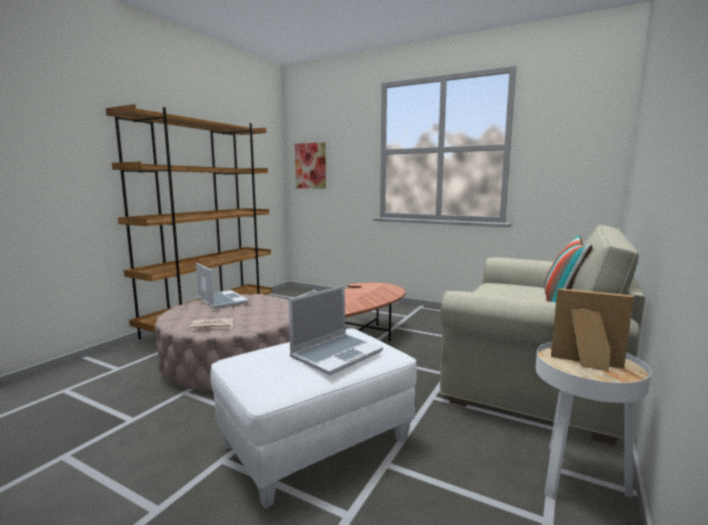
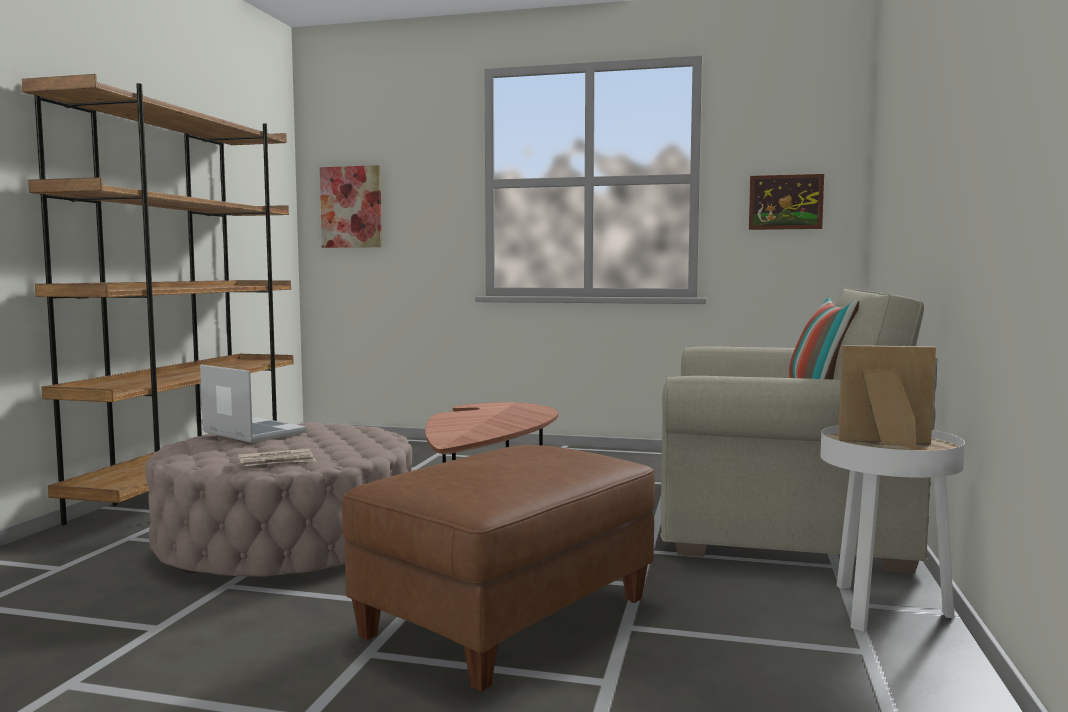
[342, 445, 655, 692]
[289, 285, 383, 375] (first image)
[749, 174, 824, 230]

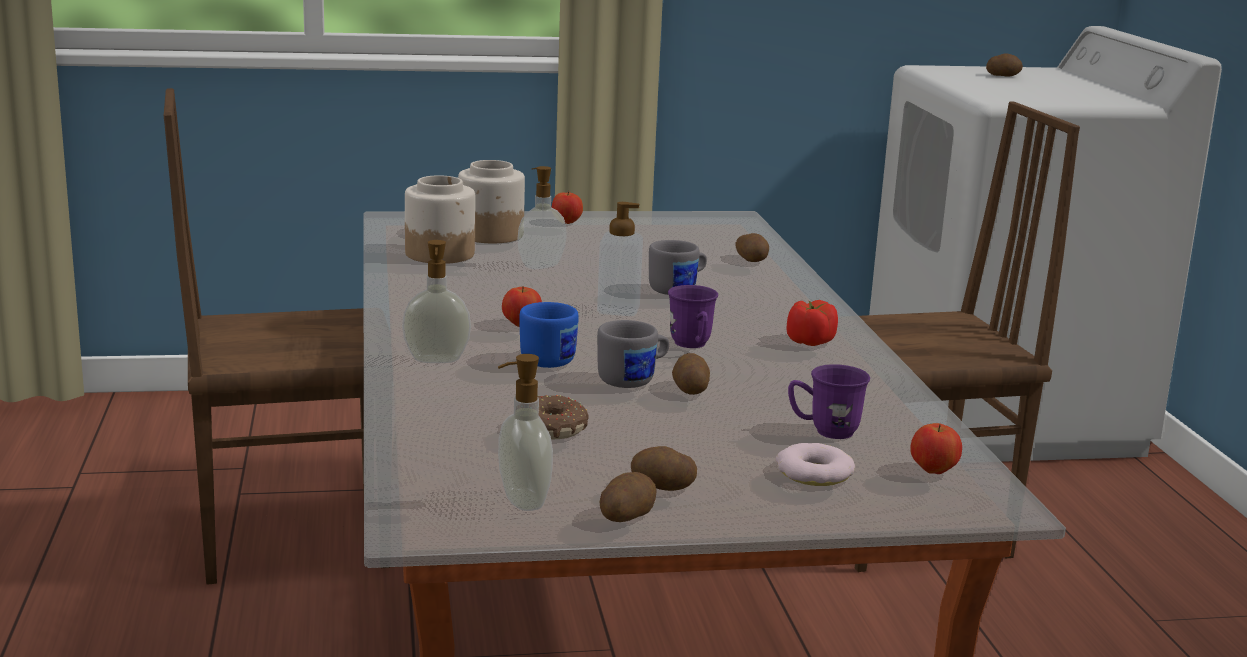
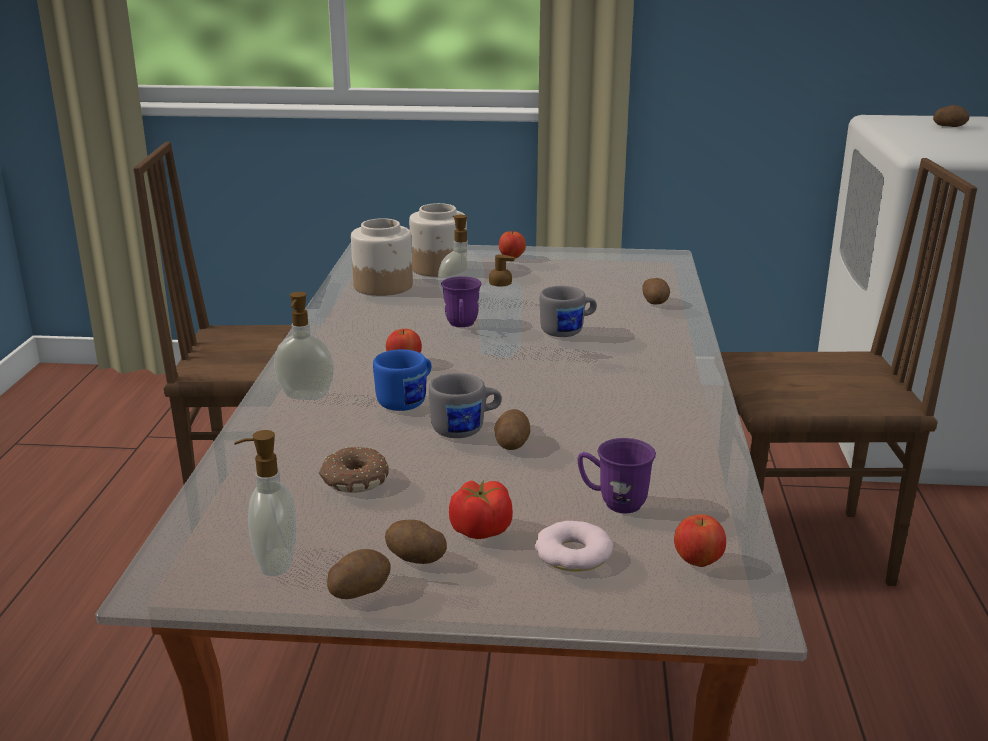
[441, 276, 482, 327]
[449, 480, 513, 539]

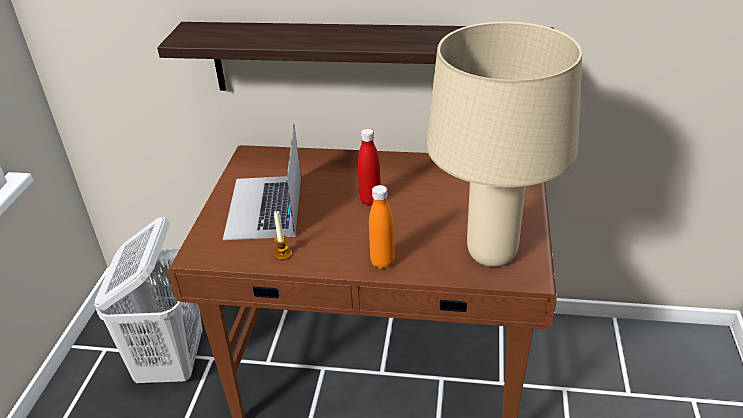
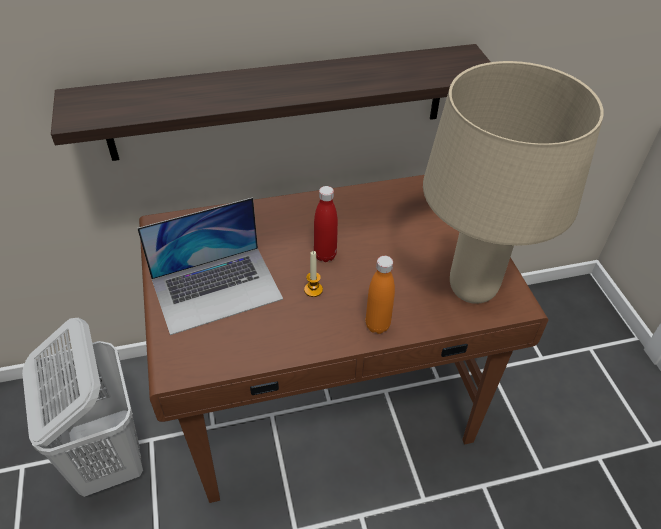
[137, 197, 283, 335]
[304, 251, 323, 297]

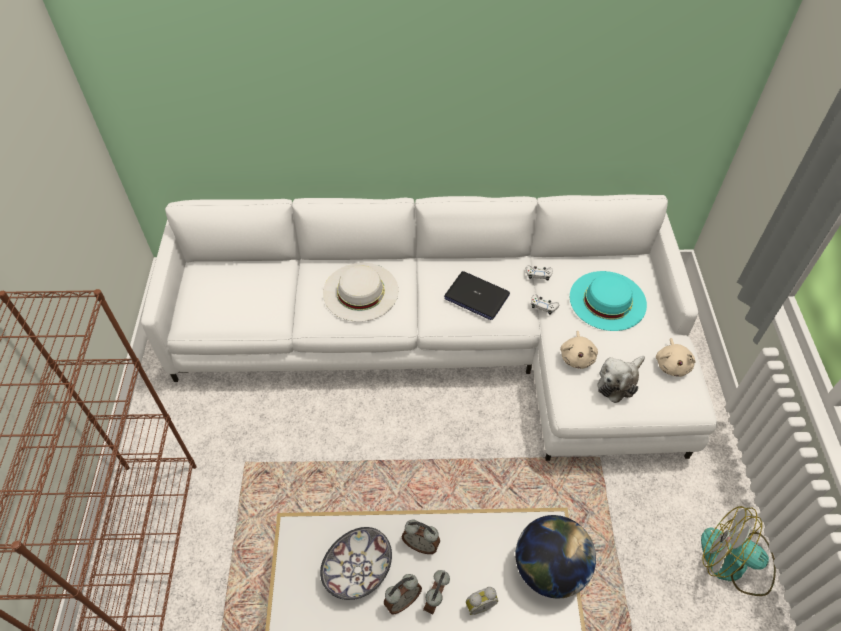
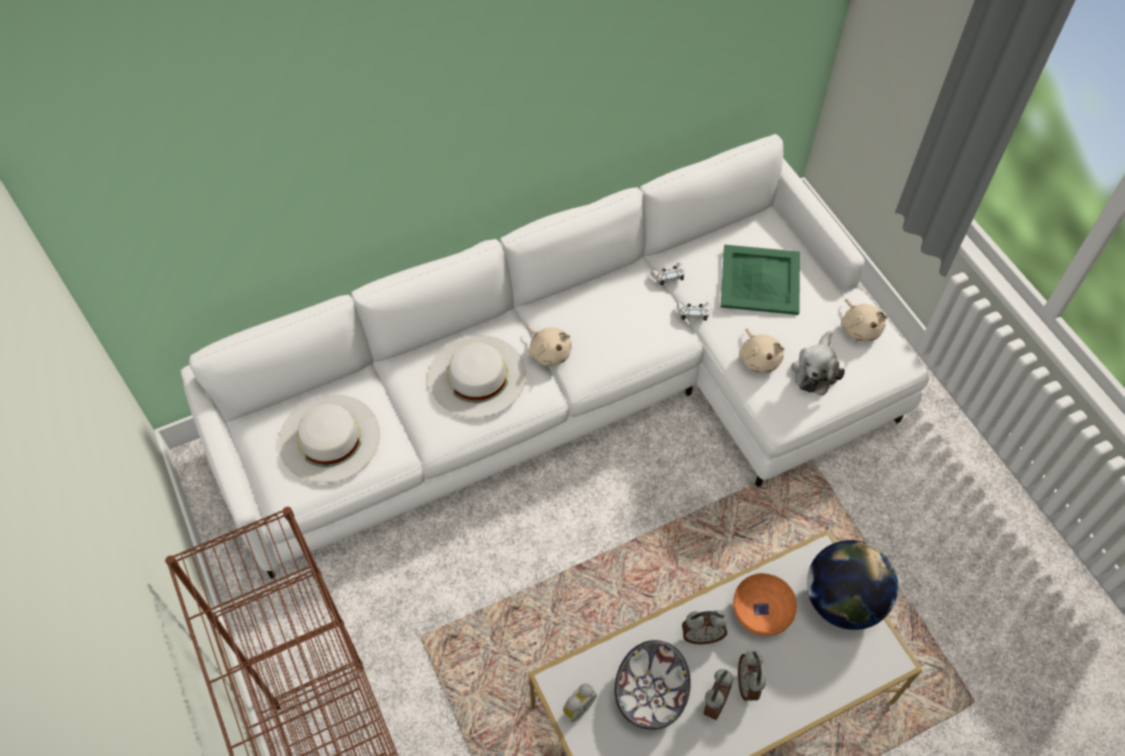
[444, 271, 510, 320] (first image)
[563, 683, 597, 722]
[721, 245, 800, 315]
[701, 506, 776, 596] (first image)
[278, 395, 380, 483]
[527, 326, 572, 367]
[733, 573, 797, 636]

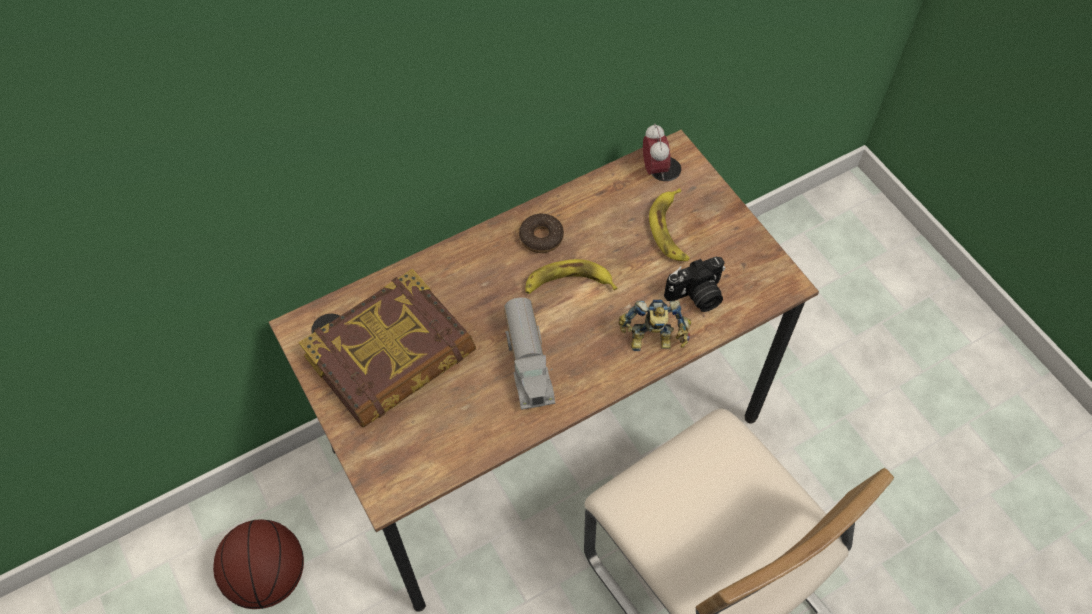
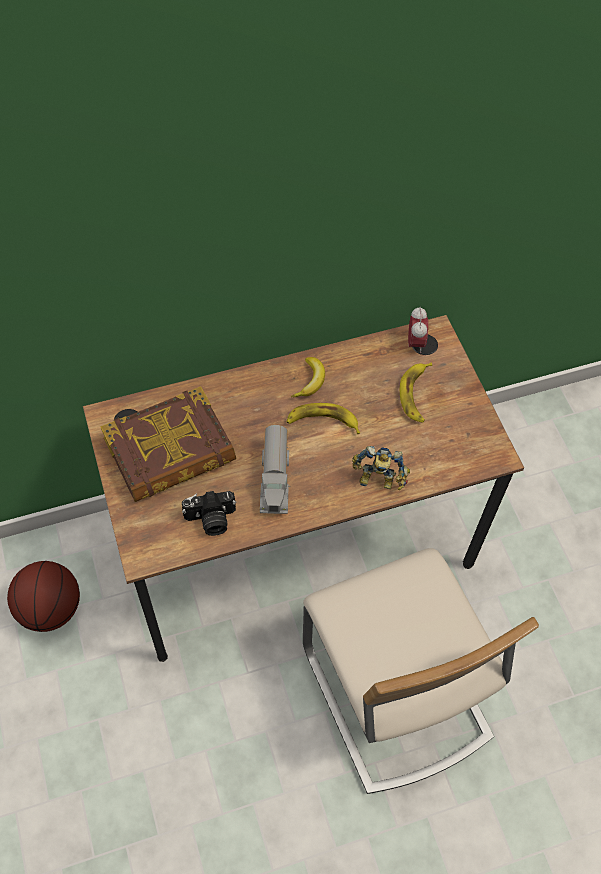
[291, 357, 325, 397]
[182, 491, 236, 536]

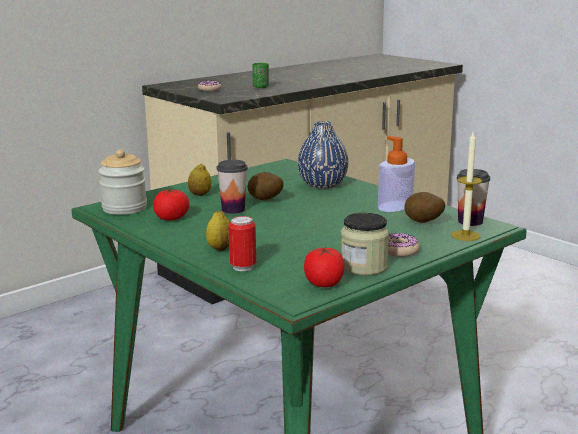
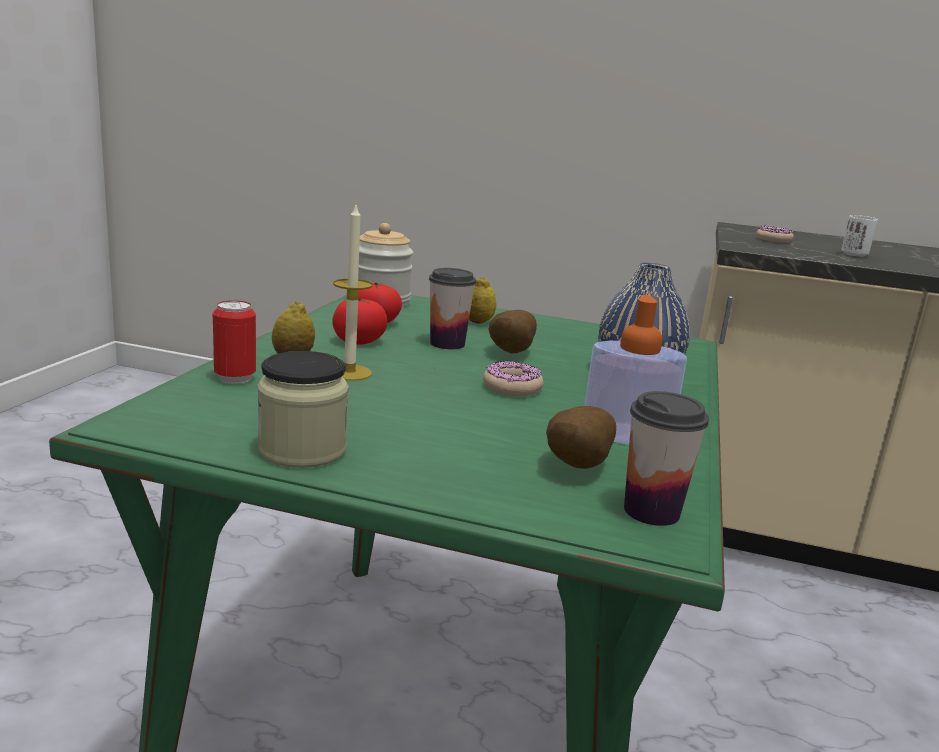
[841, 215, 878, 257]
[332, 298, 387, 345]
[483, 361, 544, 396]
[333, 205, 373, 381]

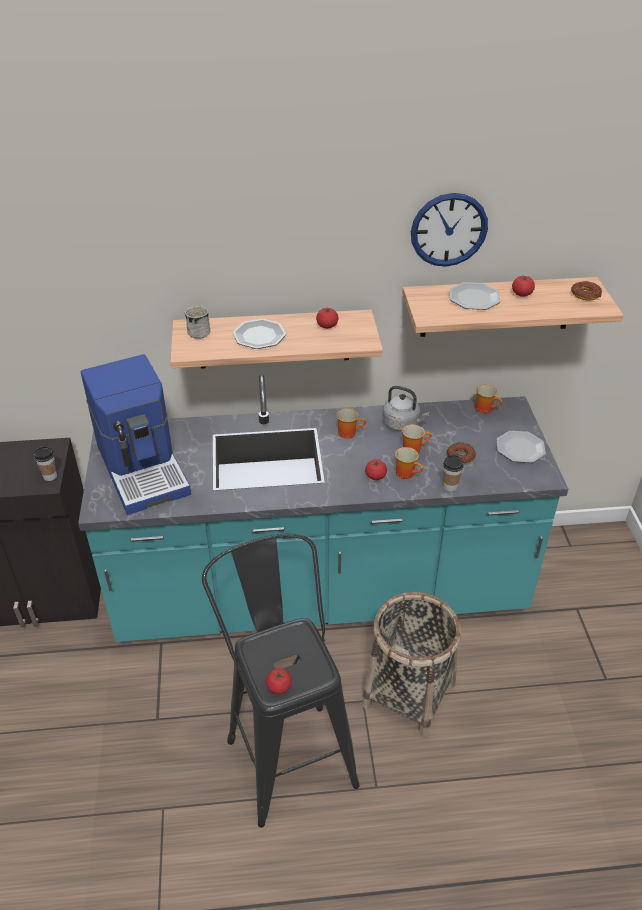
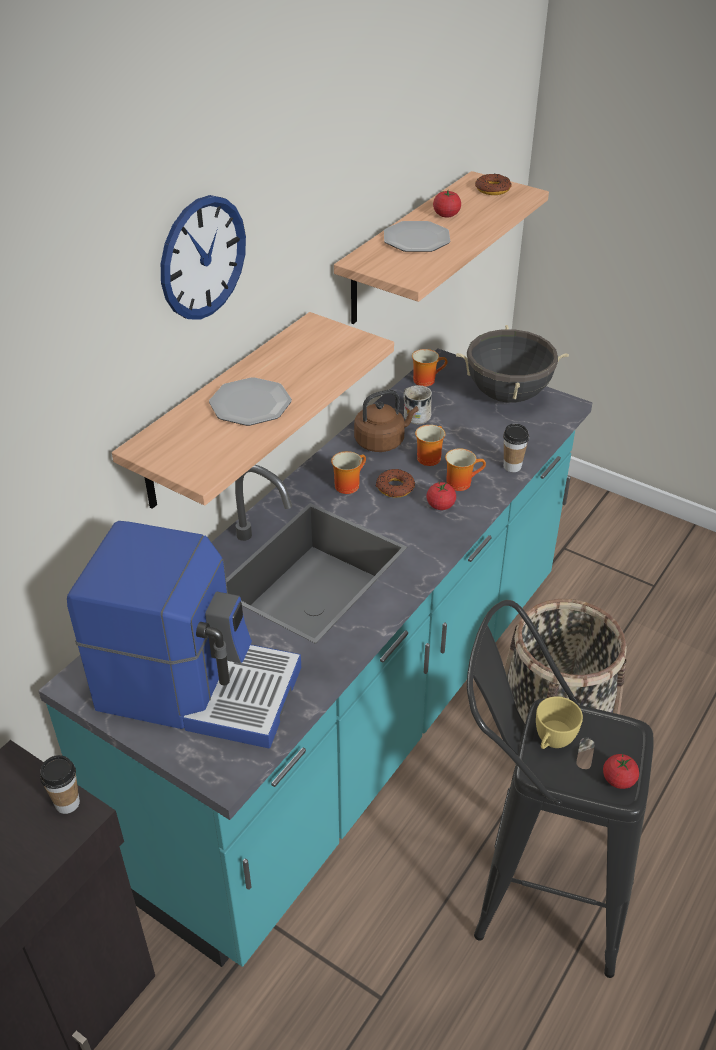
[403, 385, 432, 424]
[316, 308, 339, 329] (first image)
[354, 390, 418, 452]
[161, 195, 246, 320]
[376, 469, 415, 498]
[456, 325, 569, 403]
[536, 696, 583, 749]

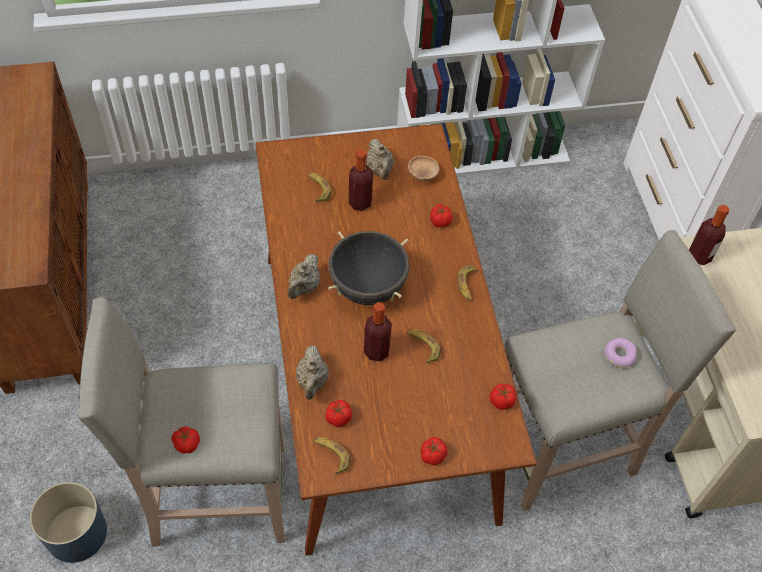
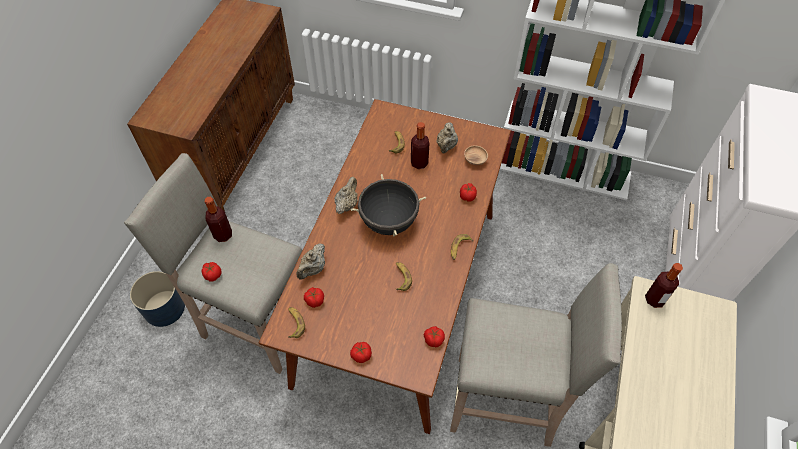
[335, 177, 358, 214]
[205, 197, 232, 242]
[604, 338, 637, 368] (first image)

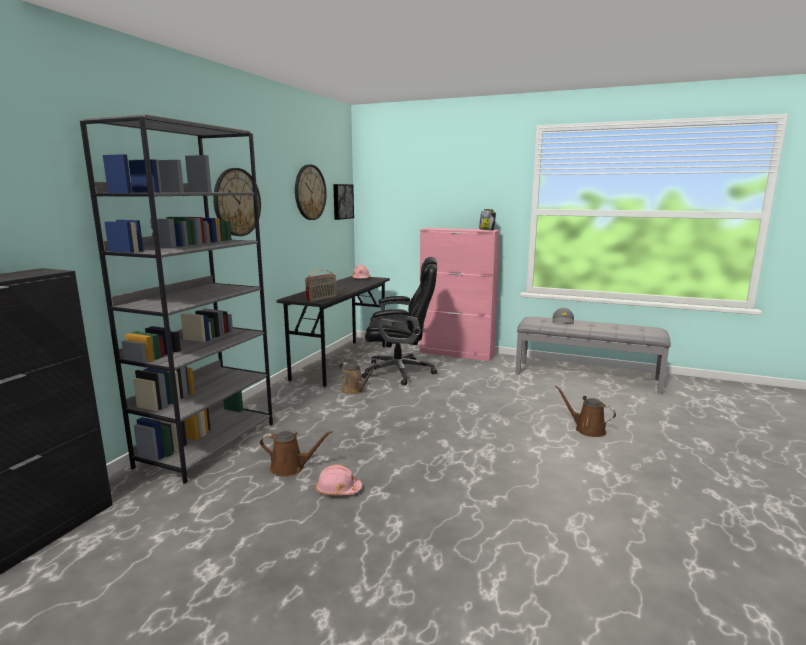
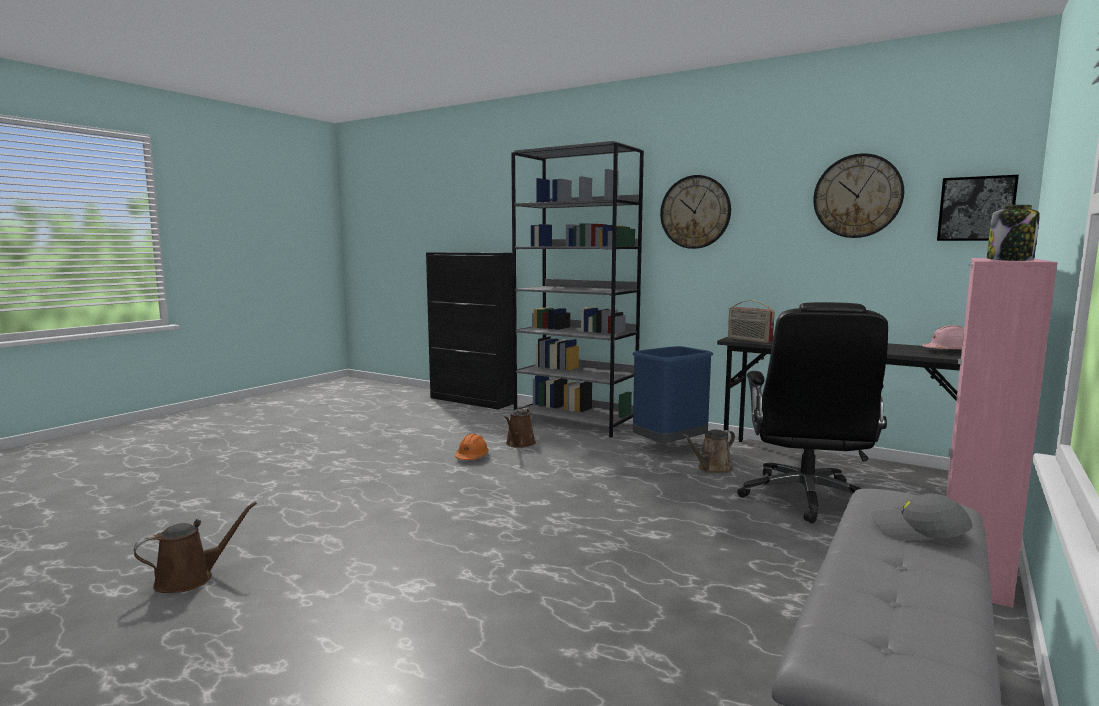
[455, 434, 489, 460]
[134, 502, 257, 593]
[632, 346, 713, 443]

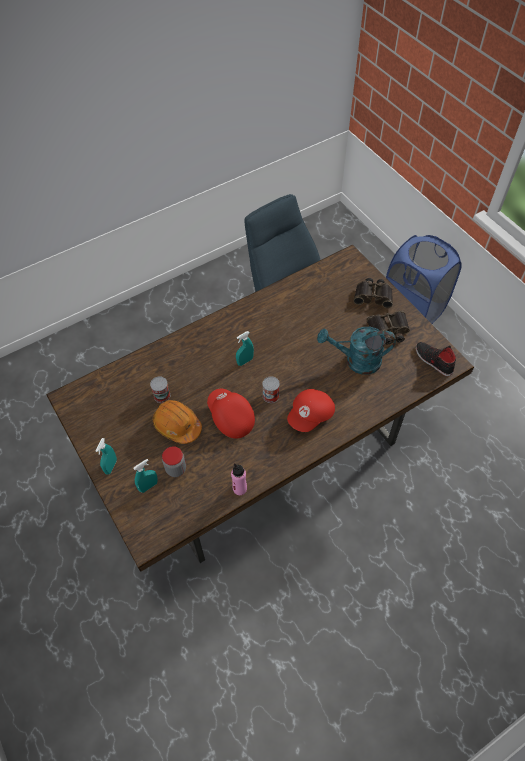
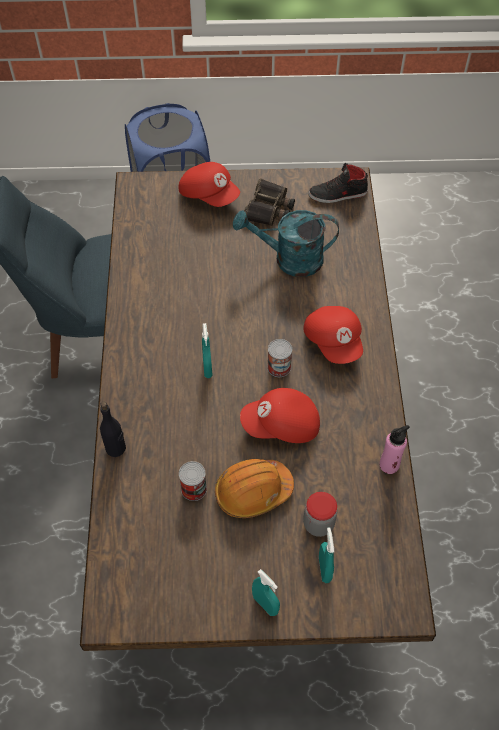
[233, 210, 339, 277]
[179, 162, 240, 207]
[100, 402, 126, 457]

